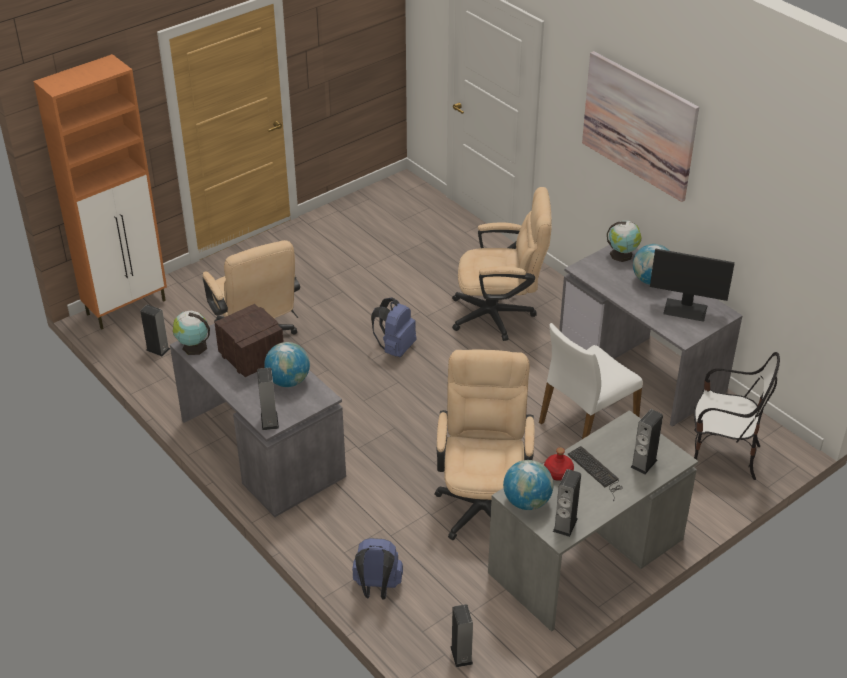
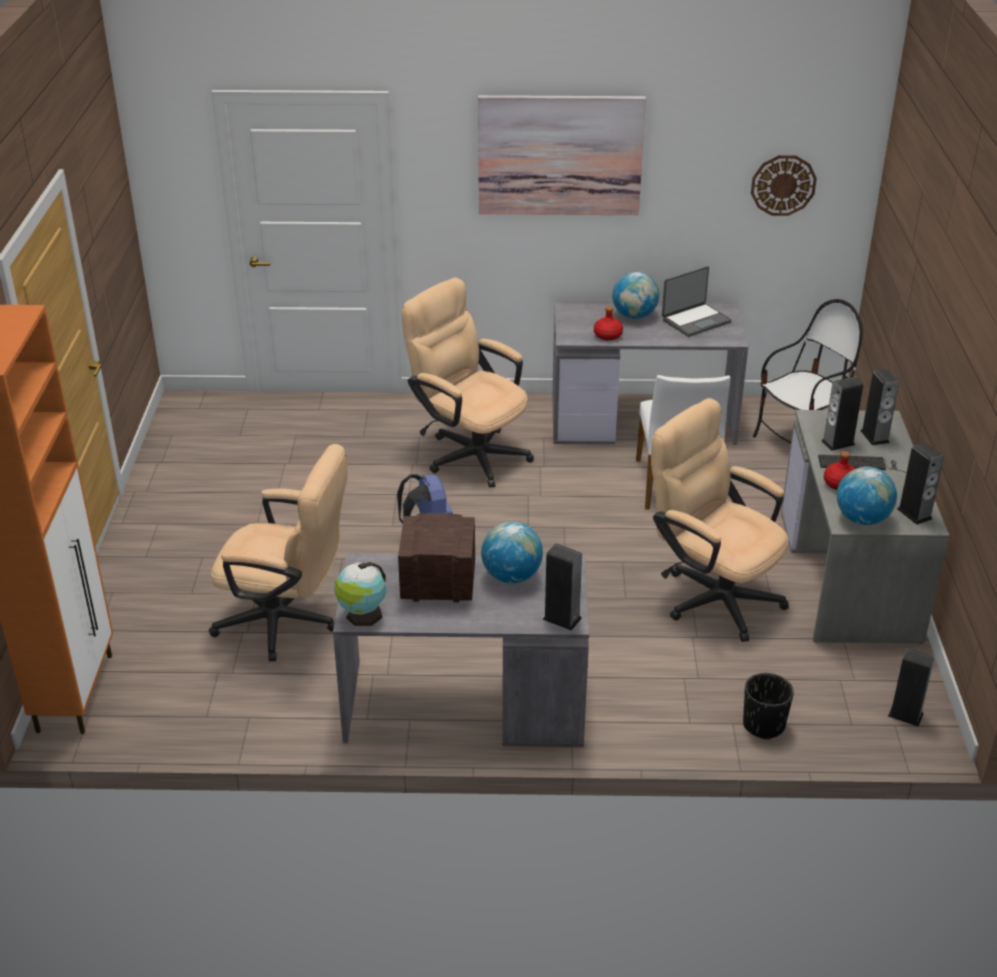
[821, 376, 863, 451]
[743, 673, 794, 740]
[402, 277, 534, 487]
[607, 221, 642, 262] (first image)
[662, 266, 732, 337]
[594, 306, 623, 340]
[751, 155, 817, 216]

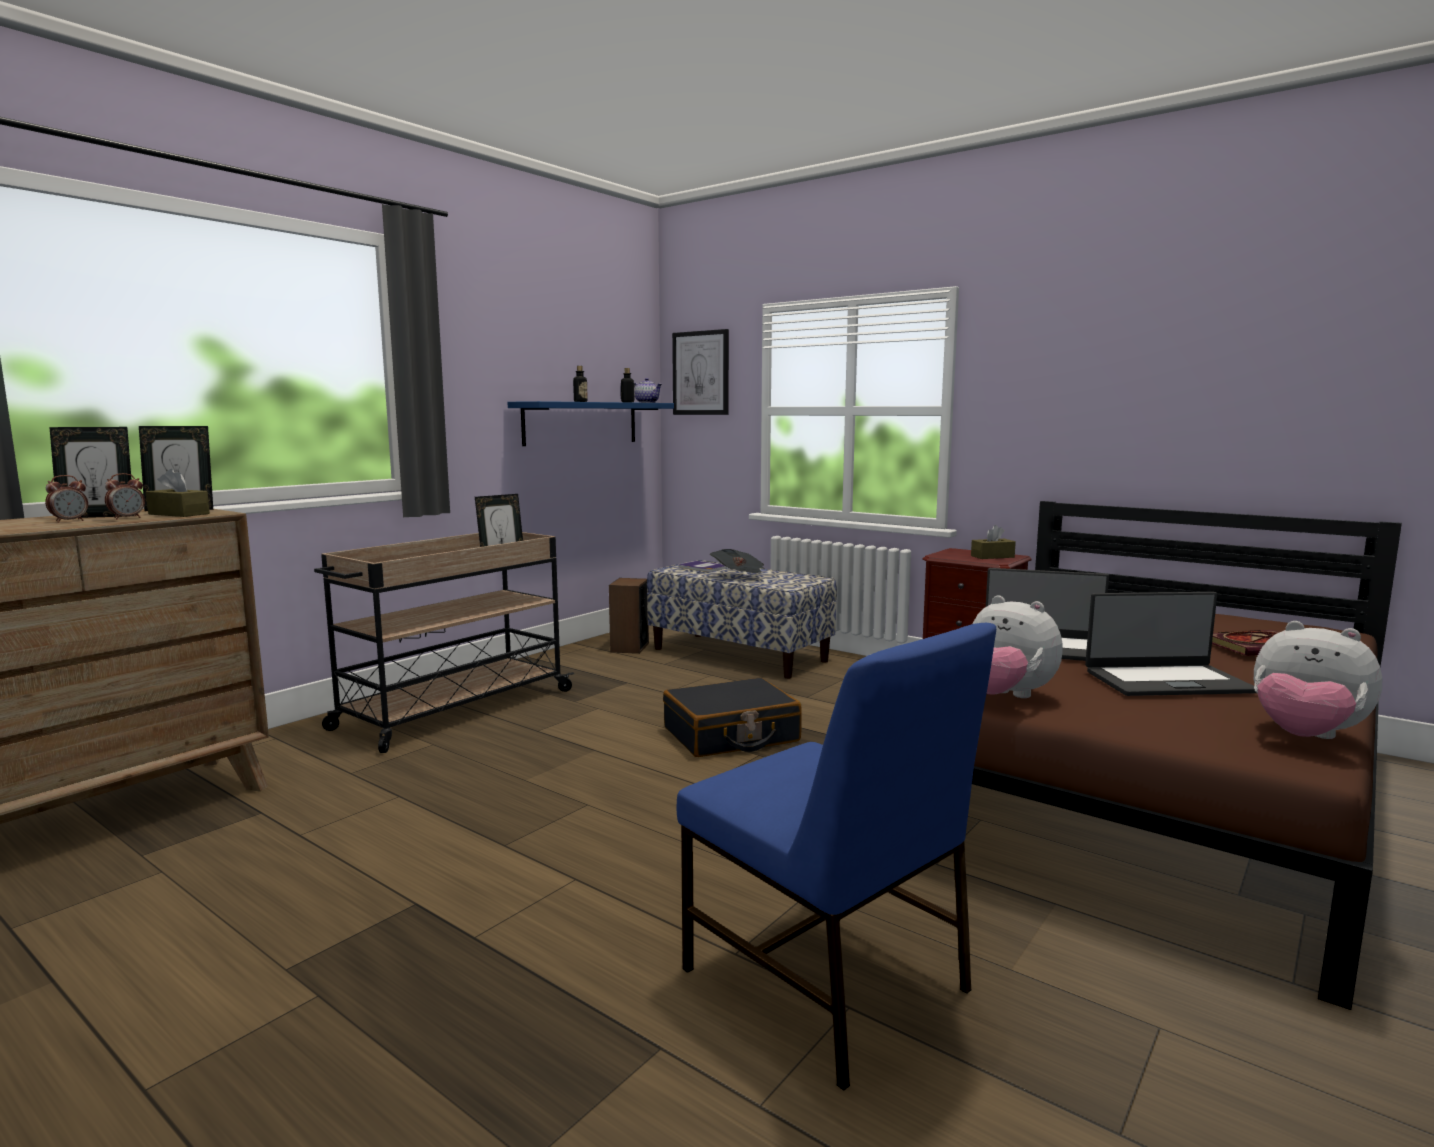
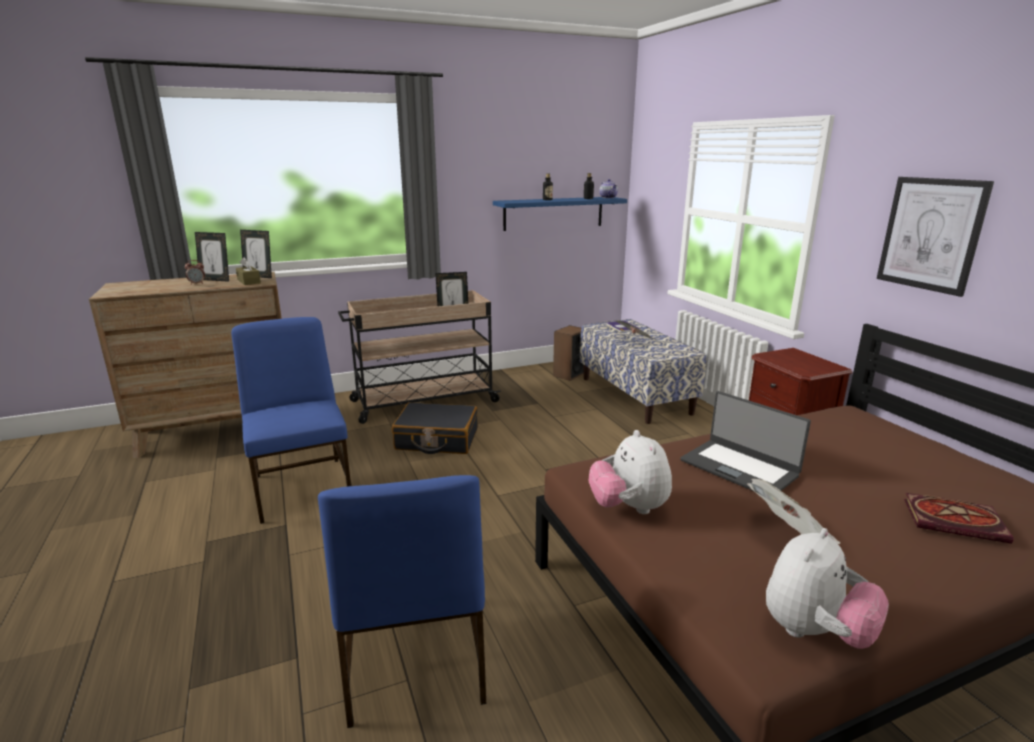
[105, 473, 145, 519] (first image)
[392, 402, 478, 454]
[877, 177, 994, 297]
[971, 525, 1016, 559] (first image)
[747, 479, 840, 544]
[766, 528, 889, 649]
[231, 317, 351, 524]

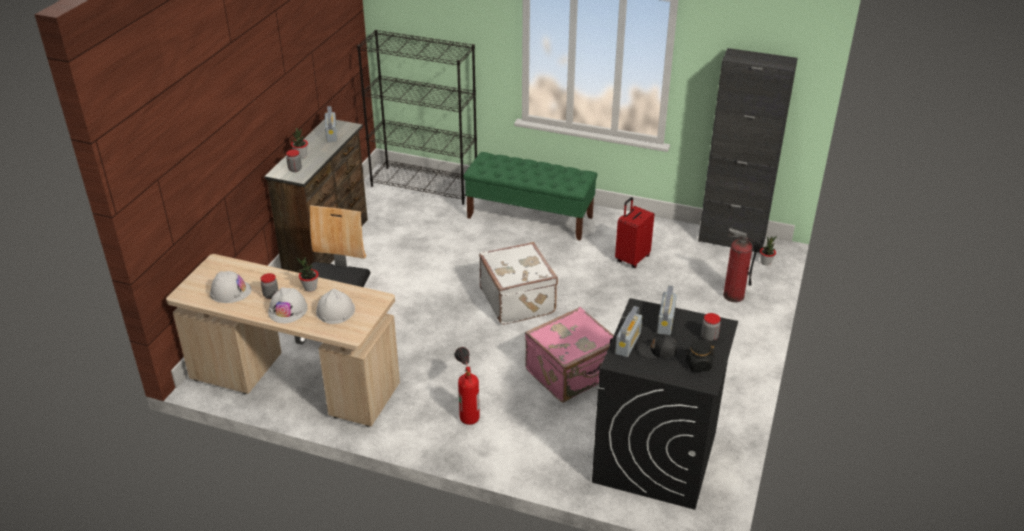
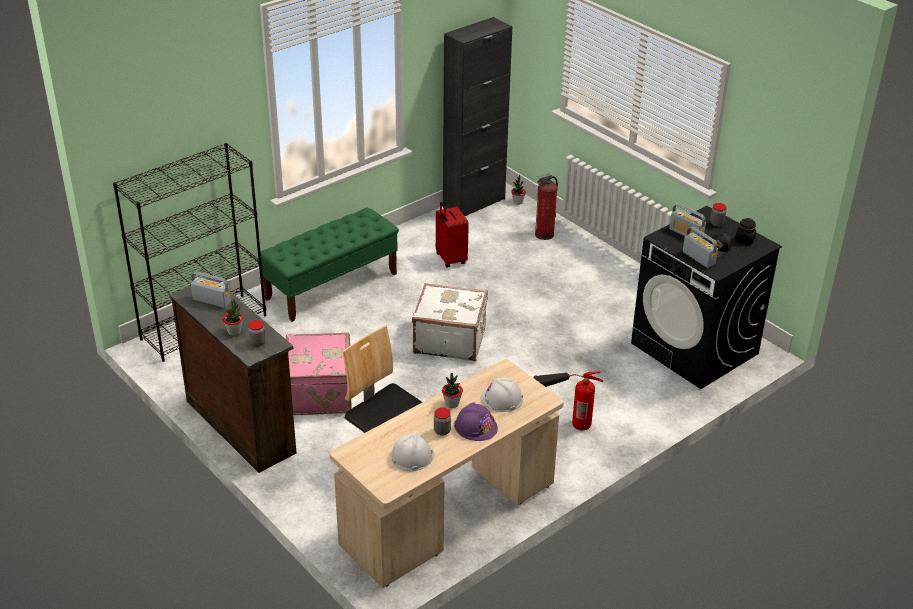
[454, 403, 498, 441]
[286, 332, 352, 415]

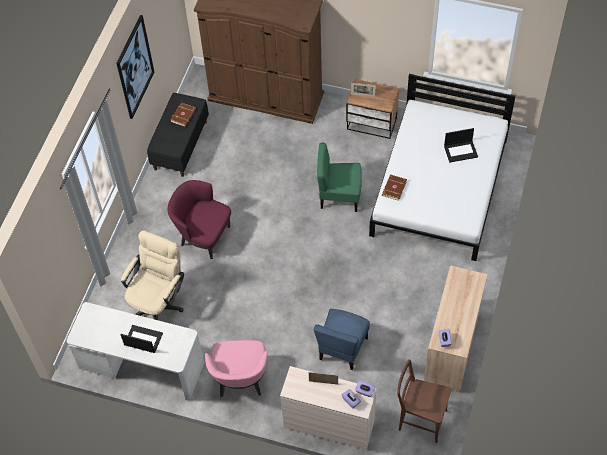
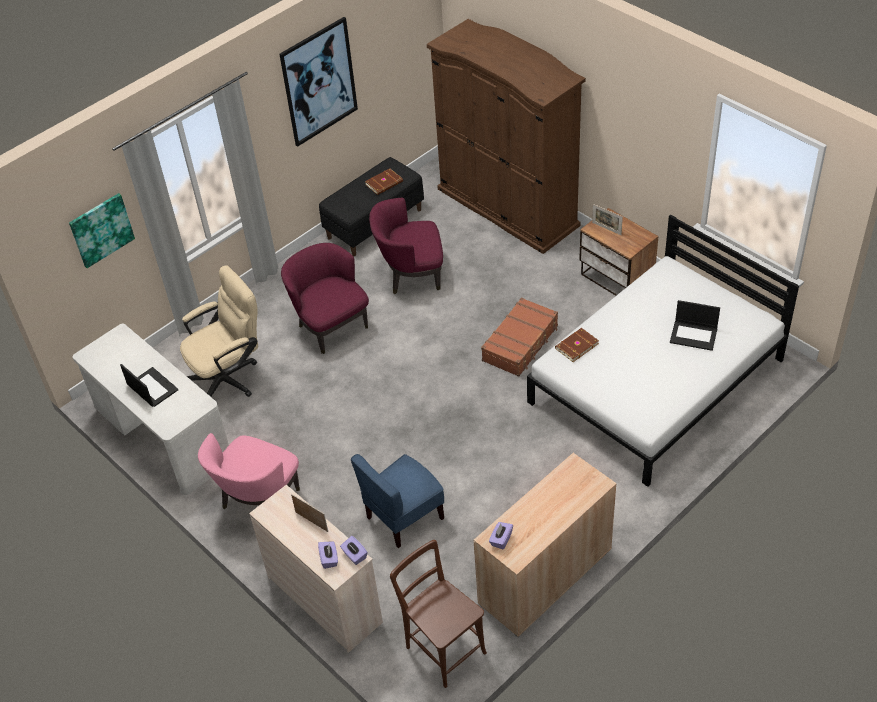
[481, 297, 558, 377]
[69, 193, 135, 268]
[369, 198, 443, 294]

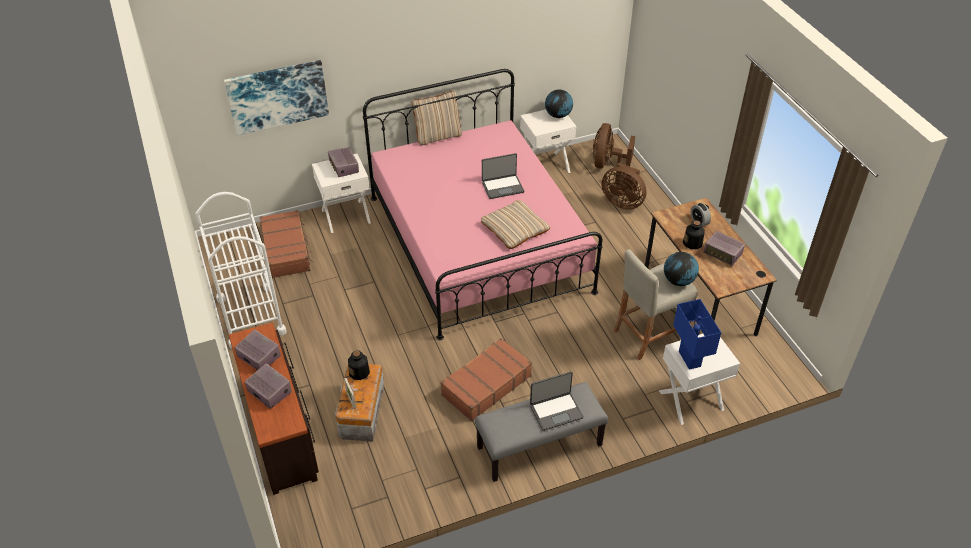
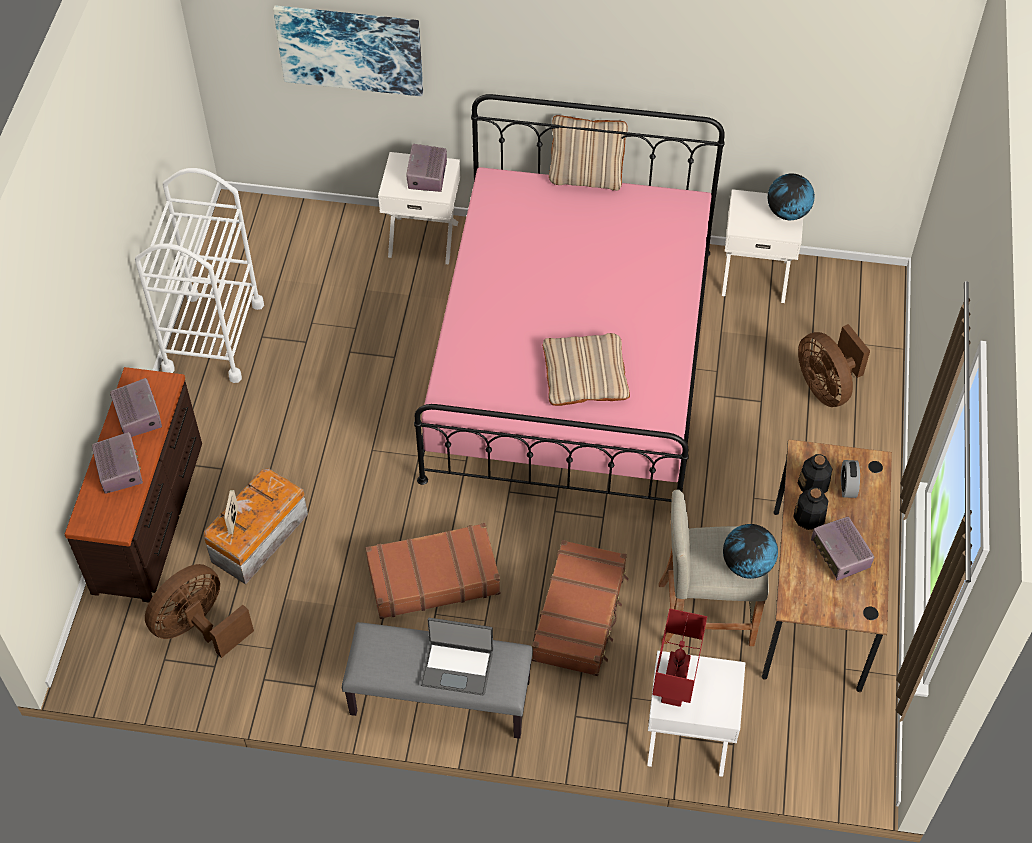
[532, 540, 629, 676]
[798, 454, 832, 493]
[482, 153, 524, 199] (first image)
[145, 564, 254, 658]
[652, 608, 707, 707]

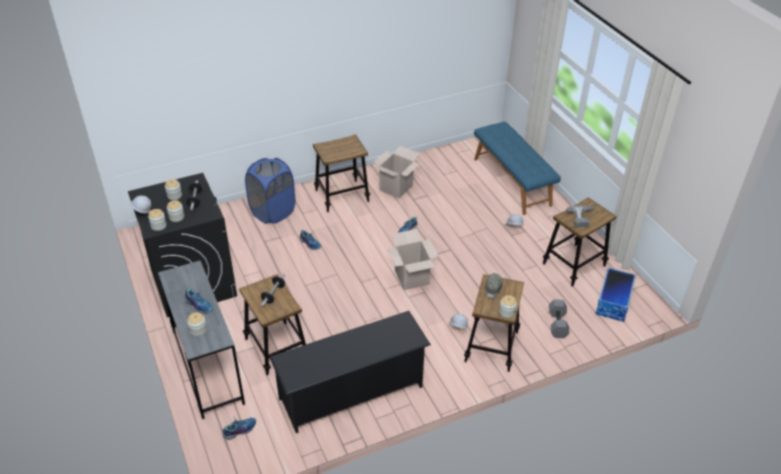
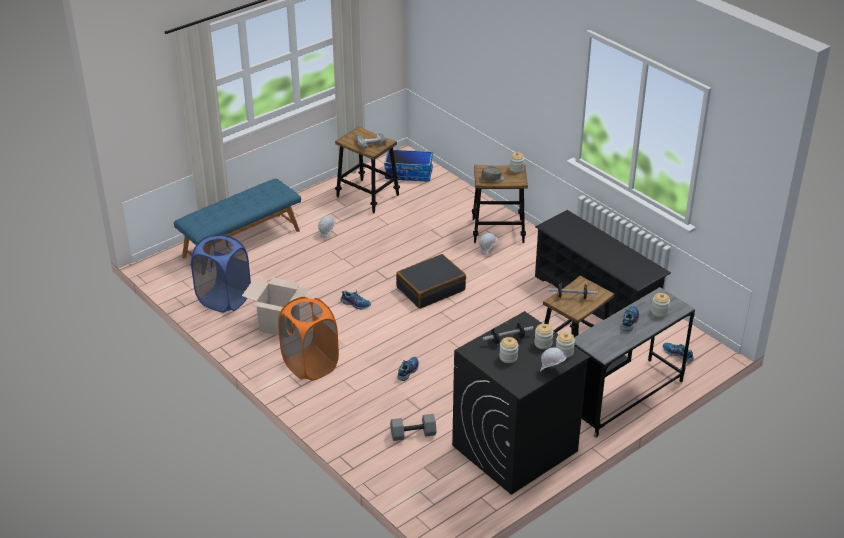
[191, 234, 251, 313]
[278, 297, 339, 381]
[396, 254, 466, 309]
[390, 414, 437, 441]

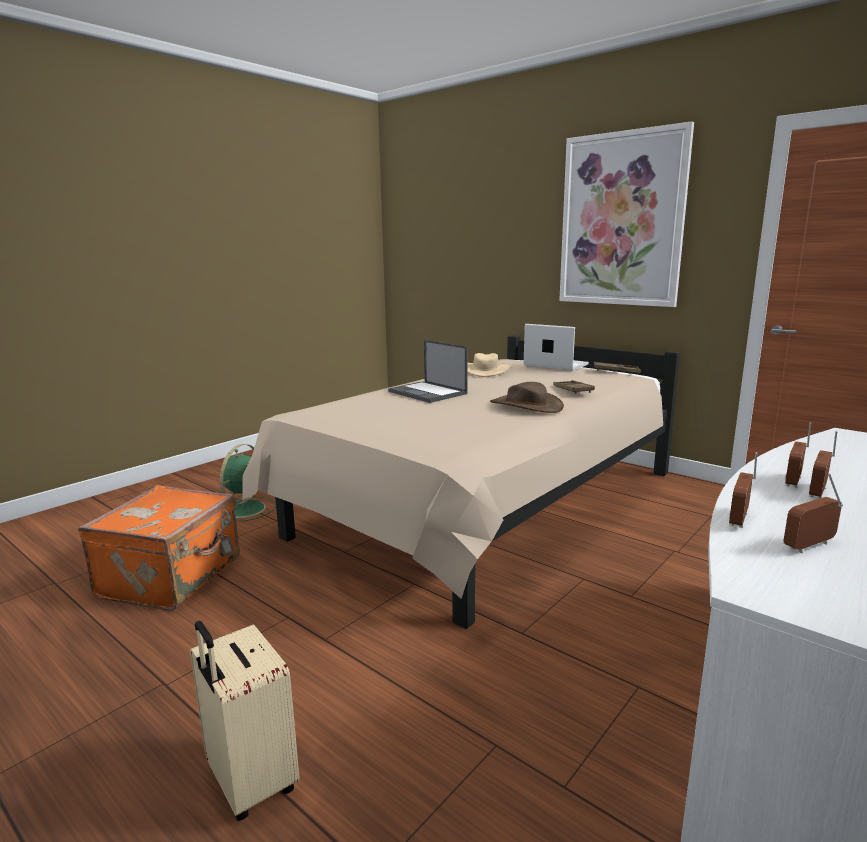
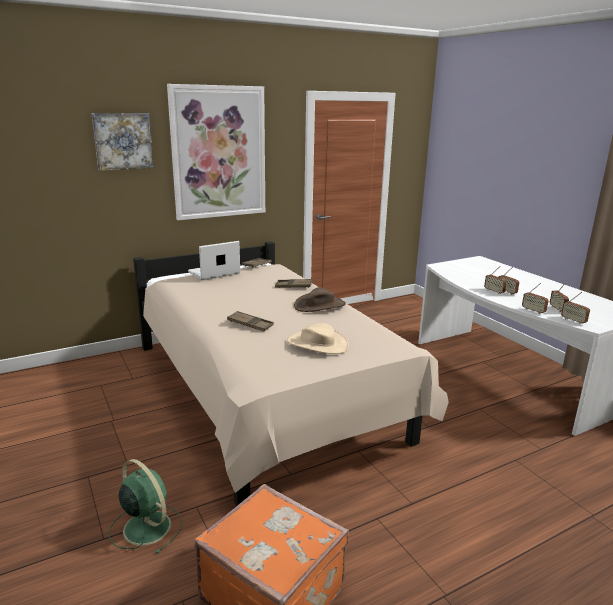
[190, 621, 300, 821] (first image)
[227, 311, 274, 331]
[287, 323, 349, 354]
[92, 113, 154, 171]
[561, 292, 590, 324]

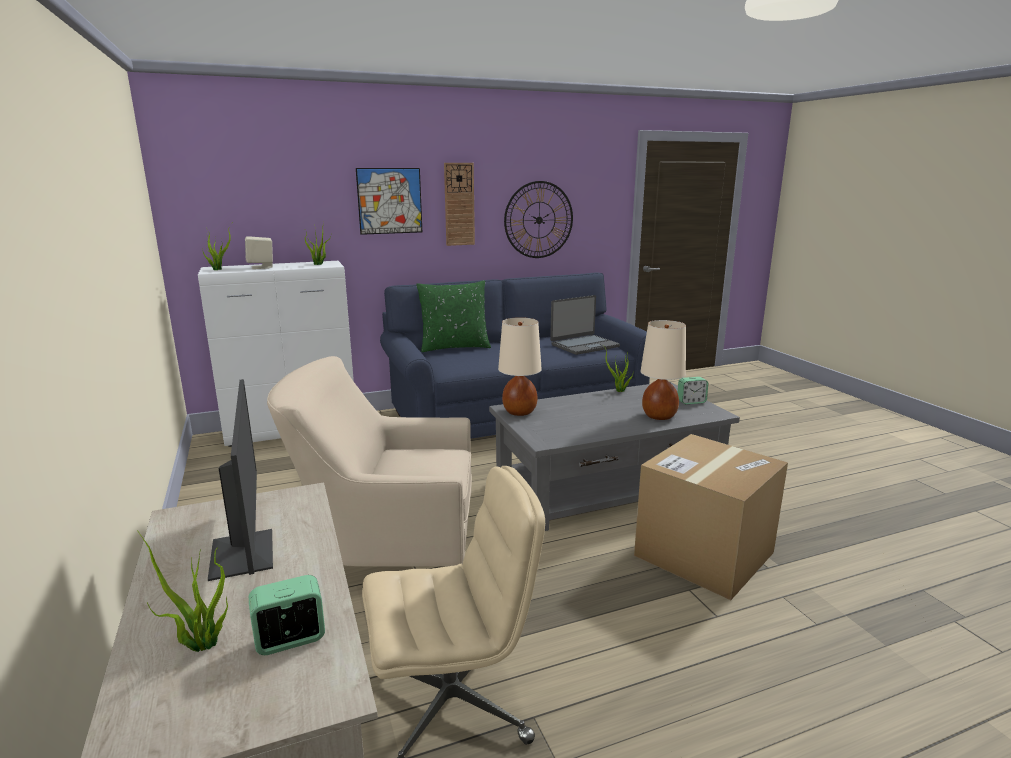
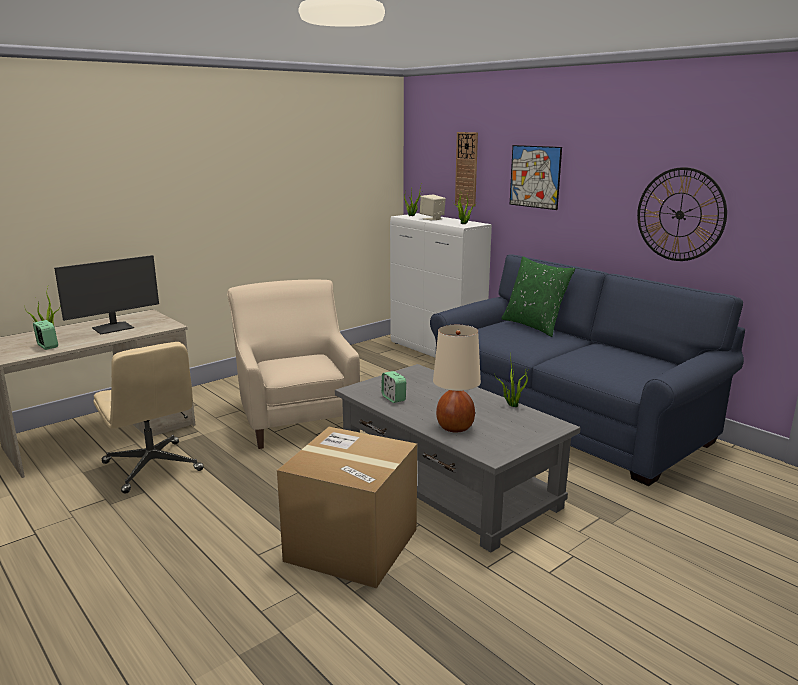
[455, 132, 478, 207]
[498, 317, 542, 416] (first image)
[550, 295, 620, 355] (first image)
[381, 371, 406, 403]

